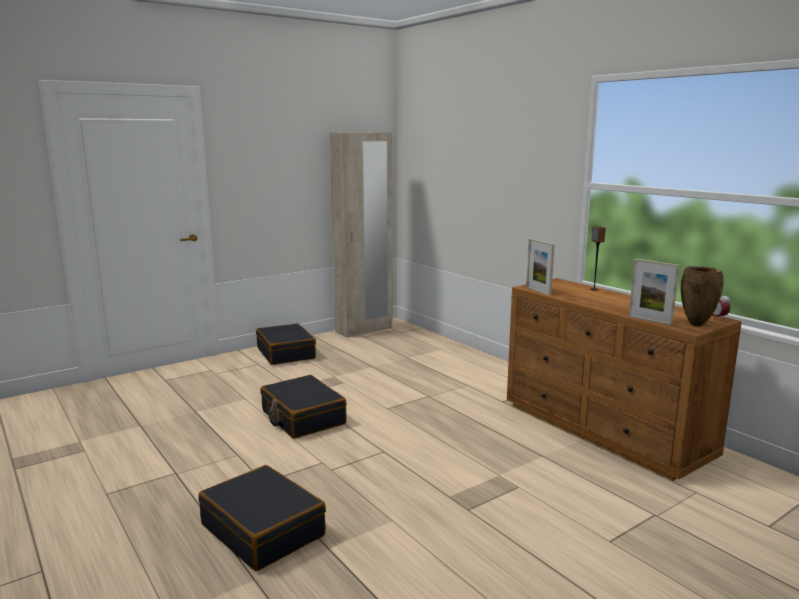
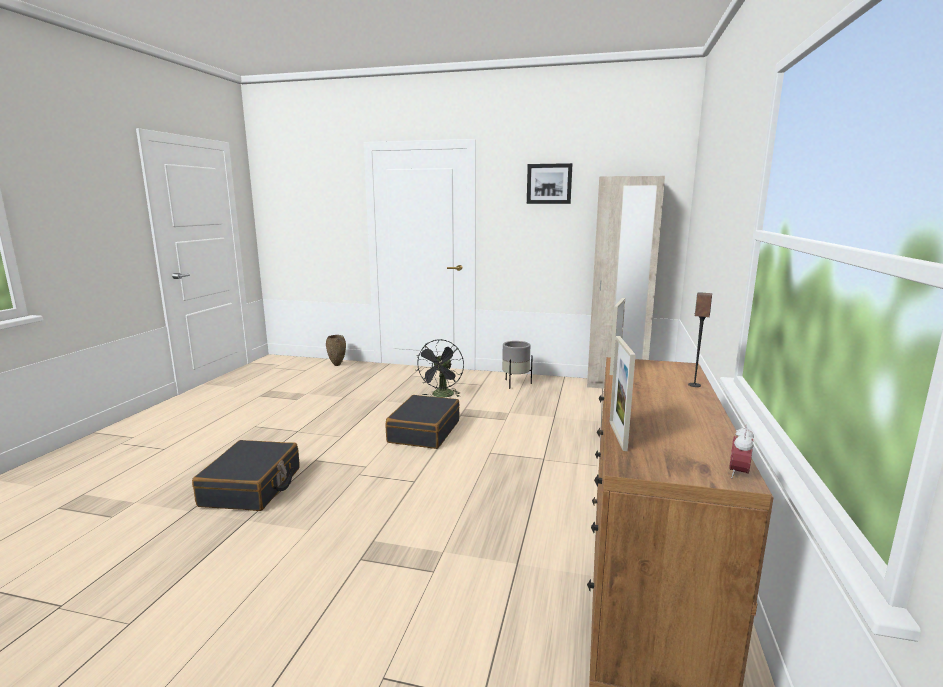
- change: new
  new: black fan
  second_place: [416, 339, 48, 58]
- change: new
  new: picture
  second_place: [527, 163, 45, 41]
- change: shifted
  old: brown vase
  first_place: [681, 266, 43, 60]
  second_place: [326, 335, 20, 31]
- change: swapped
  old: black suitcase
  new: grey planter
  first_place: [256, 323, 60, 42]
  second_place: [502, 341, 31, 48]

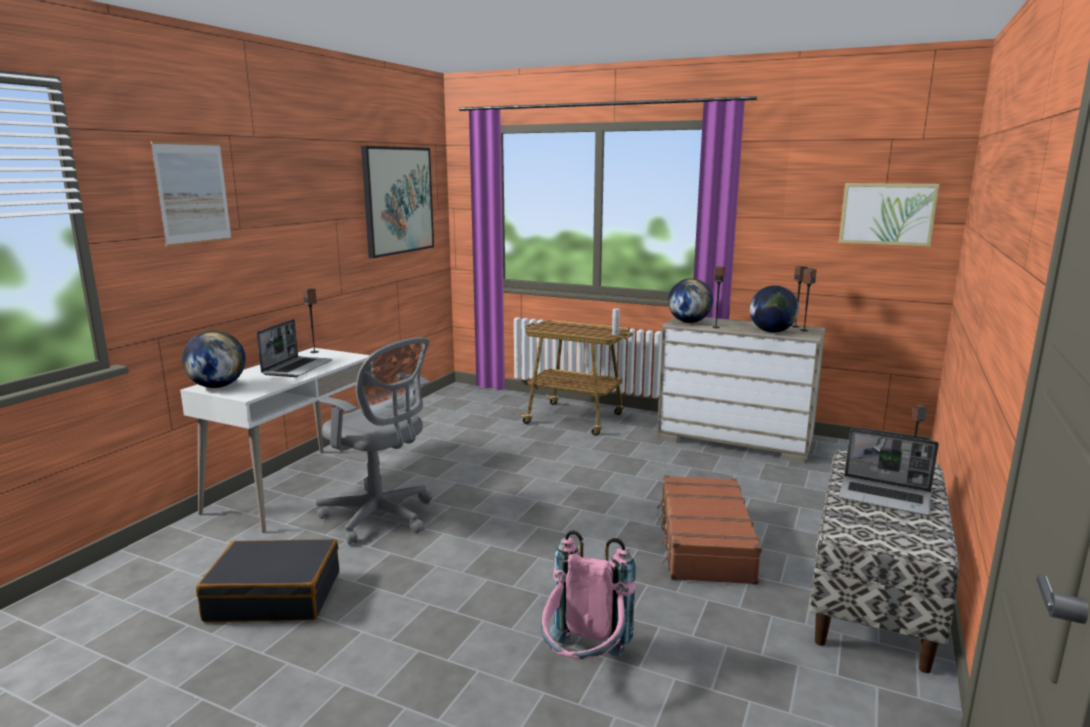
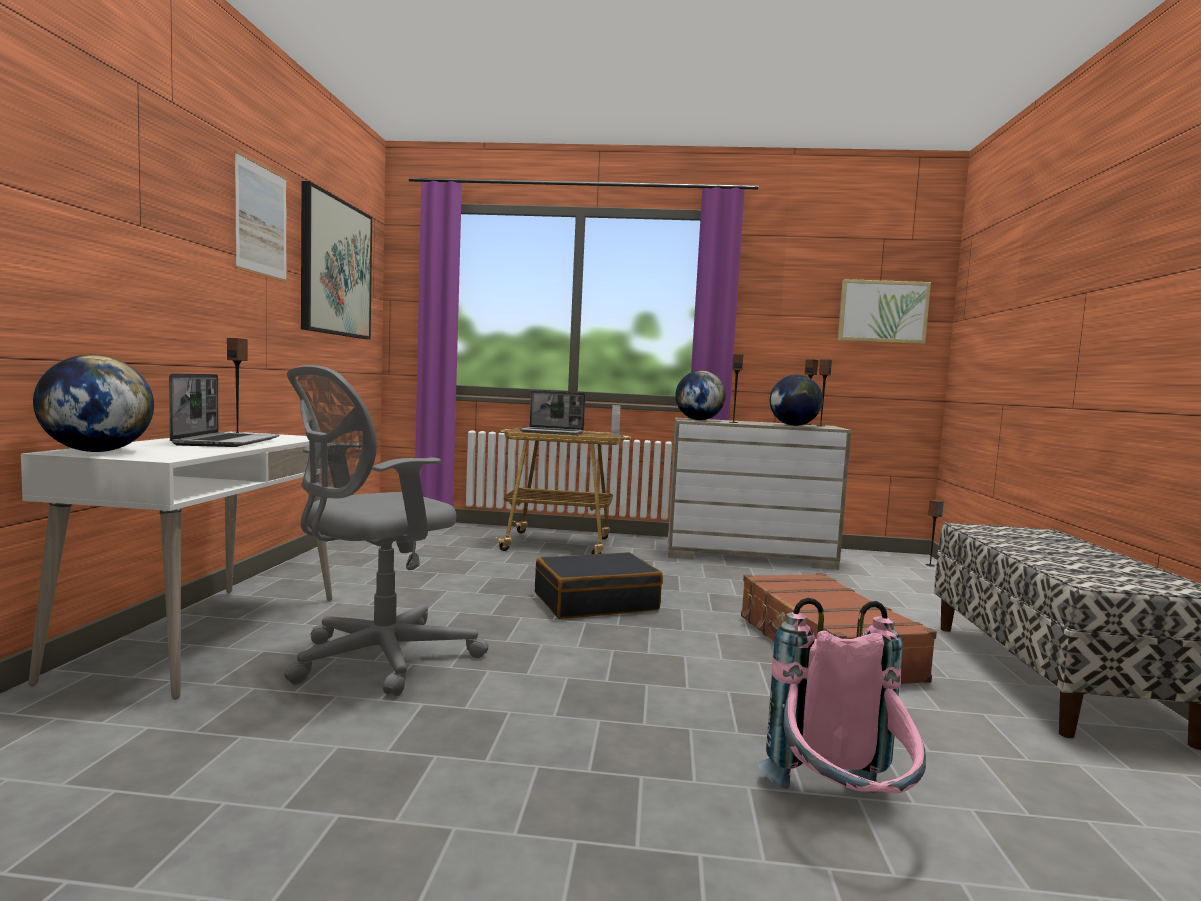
- change: shifted
  old: picture
  first_place: [151, 141, 81, 106]
  second_place: [234, 150, 53, 132]
- change: shifted
  old: black suitcase
  first_place: [196, 539, 143, 83]
  second_place: [535, 552, 128, 67]
- change: shifted
  old: laptop
  first_place: [838, 429, 101, 87]
  second_place: [520, 390, 66, 45]
- change: rotated
  old: grey office chair
  first_place: [316, 337, 117, 208]
  second_place: [284, 365, 205, 331]
  degrees: 120

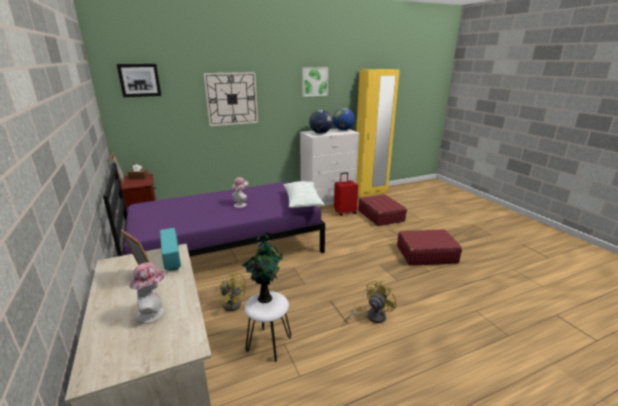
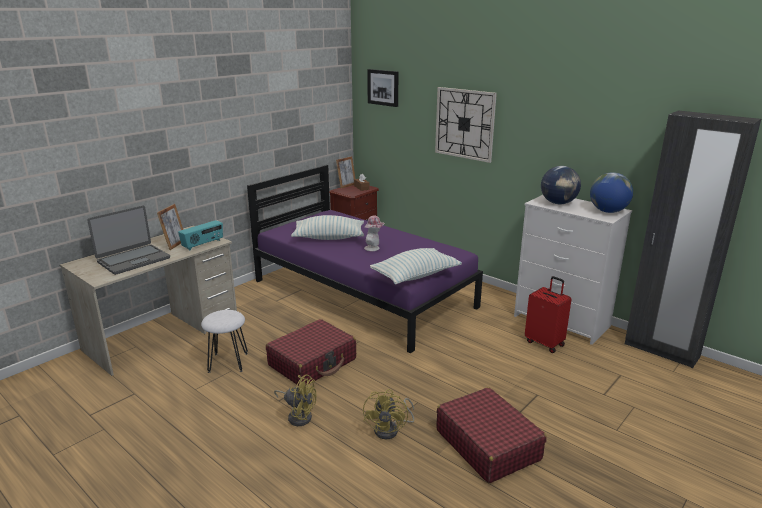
- change: gone
  old: potted plant
  first_place: [242, 232, 41, 71]
- change: gone
  old: picture
  first_place: [302, 67, 26, 30]
- change: new
  new: pillow
  second_place: [291, 215, 73, 25]
- change: shifted
  old: yellow fan
  first_place: [220, 273, 26, 38]
  second_place: [363, 389, 51, 50]
- change: shifted
  old: red suitcase
  first_place: [358, 194, 49, 32]
  second_place: [266, 319, 90, 67]
- change: swapped
  old: hat
  new: laptop
  first_place: [129, 262, 37, 62]
  second_place: [87, 206, 83, 69]
- change: repainted
  old: yellow wardrobe
  new: black wardrobe
  first_place: [356, 69, 44, 128]
  second_place: [625, 111, 136, 257]

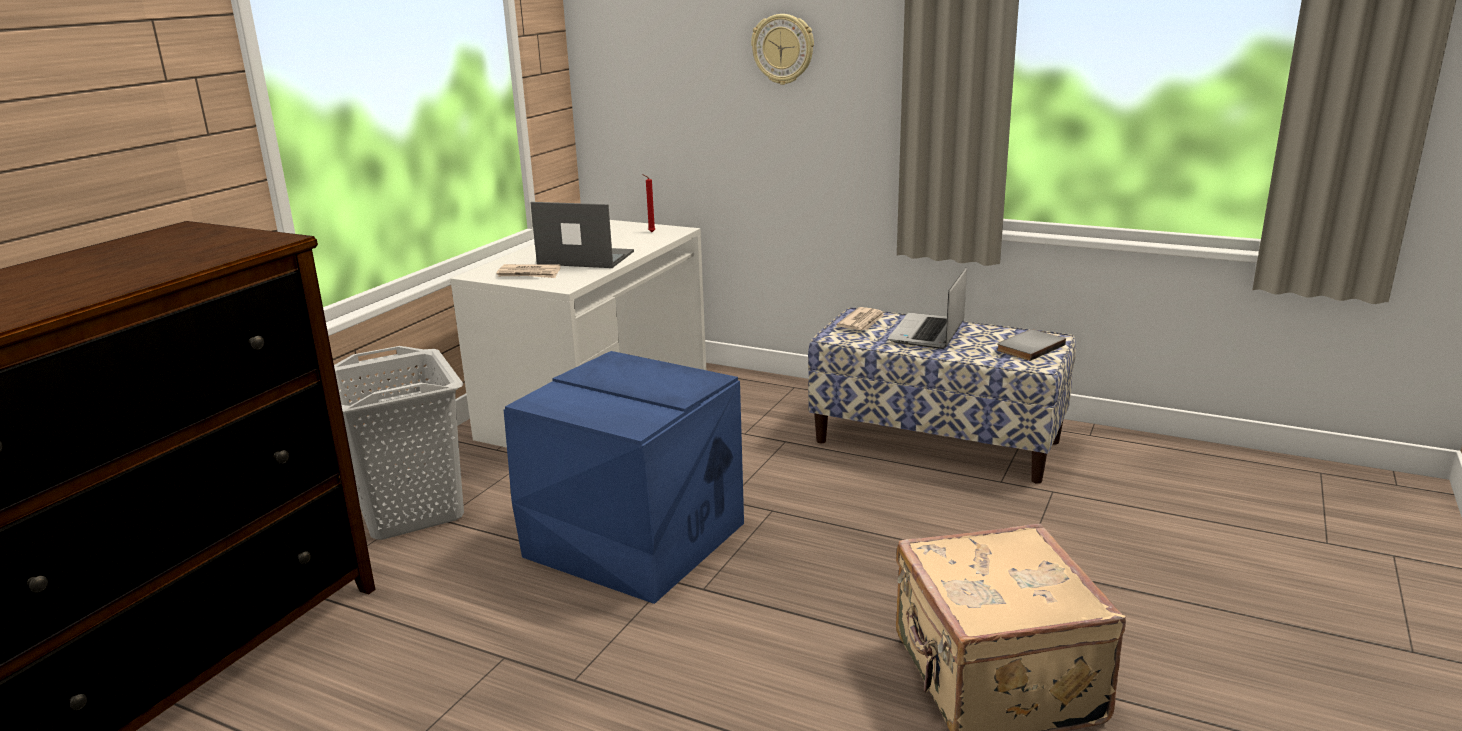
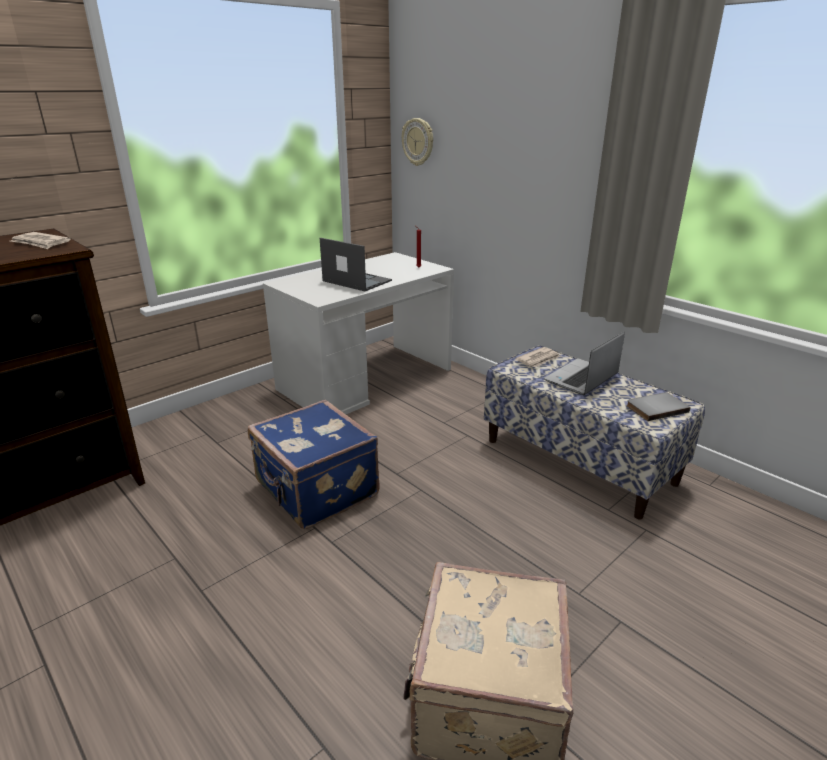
- change: gone
  old: grey laundry basket
  first_place: [334, 346, 130, 194]
- change: shifted
  old: newspaper
  first_place: [497, 264, 64, 14]
  second_place: [11, 232, 60, 17]
- change: shifted
  old: wall clock
  first_place: [751, 14, 63, 71]
  second_place: [402, 118, 31, 48]
- change: swapped
  old: blue storage box
  new: blue suitcase
  first_place: [504, 351, 240, 253]
  second_place: [248, 400, 132, 129]

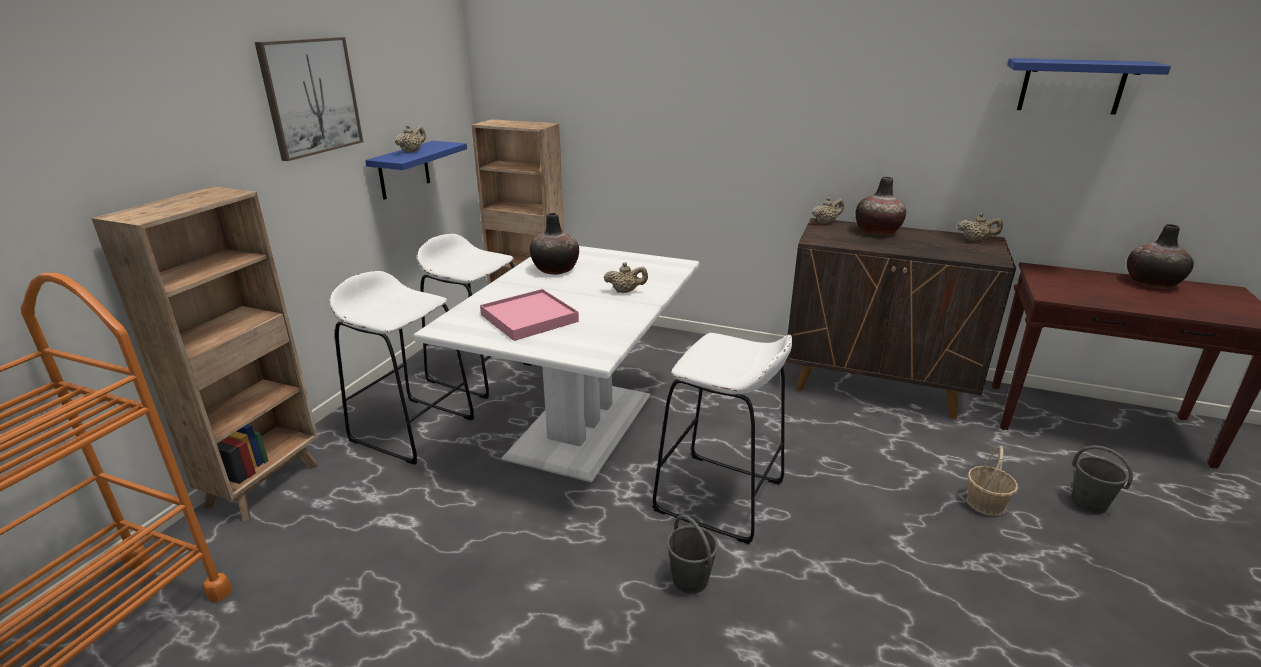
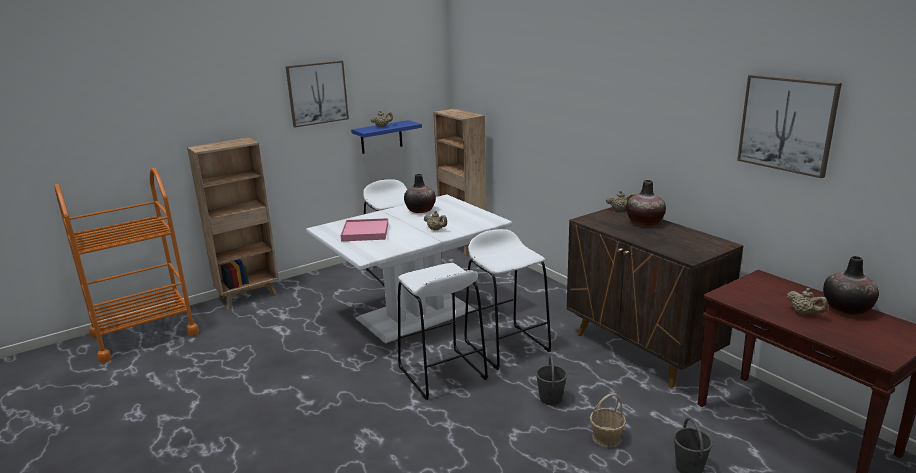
- change: shifted
  old: white stool
  first_place: [330, 271, 145, 194]
  second_place: [464, 229, 87, 141]
- change: shifted
  old: grey bucket
  first_place: [667, 514, 51, 80]
  second_place: [536, 355, 31, 50]
- change: shifted
  old: beige teapot
  first_place: [957, 213, 46, 29]
  second_place: [786, 288, 42, 27]
- change: swapped
  old: blue shelf
  new: picture
  first_place: [1007, 58, 164, 57]
  second_place: [737, 75, 105, 103]

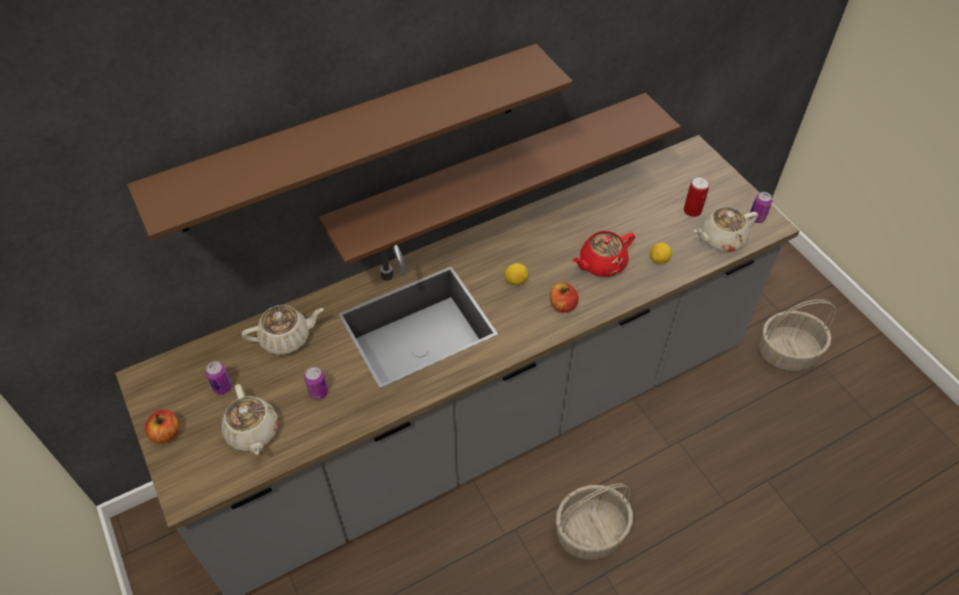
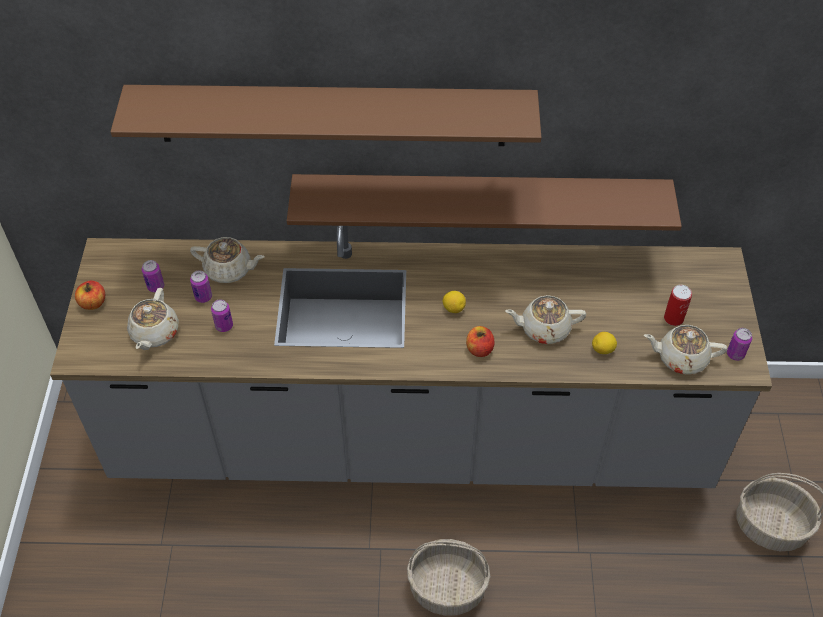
- change: new
  new: can
  second_place: [190, 270, 22, 33]
- change: repainted
  old: red teapot
  new: beige teapot
  first_place: [572, 231, 63, 46]
  second_place: [505, 295, 81, 49]

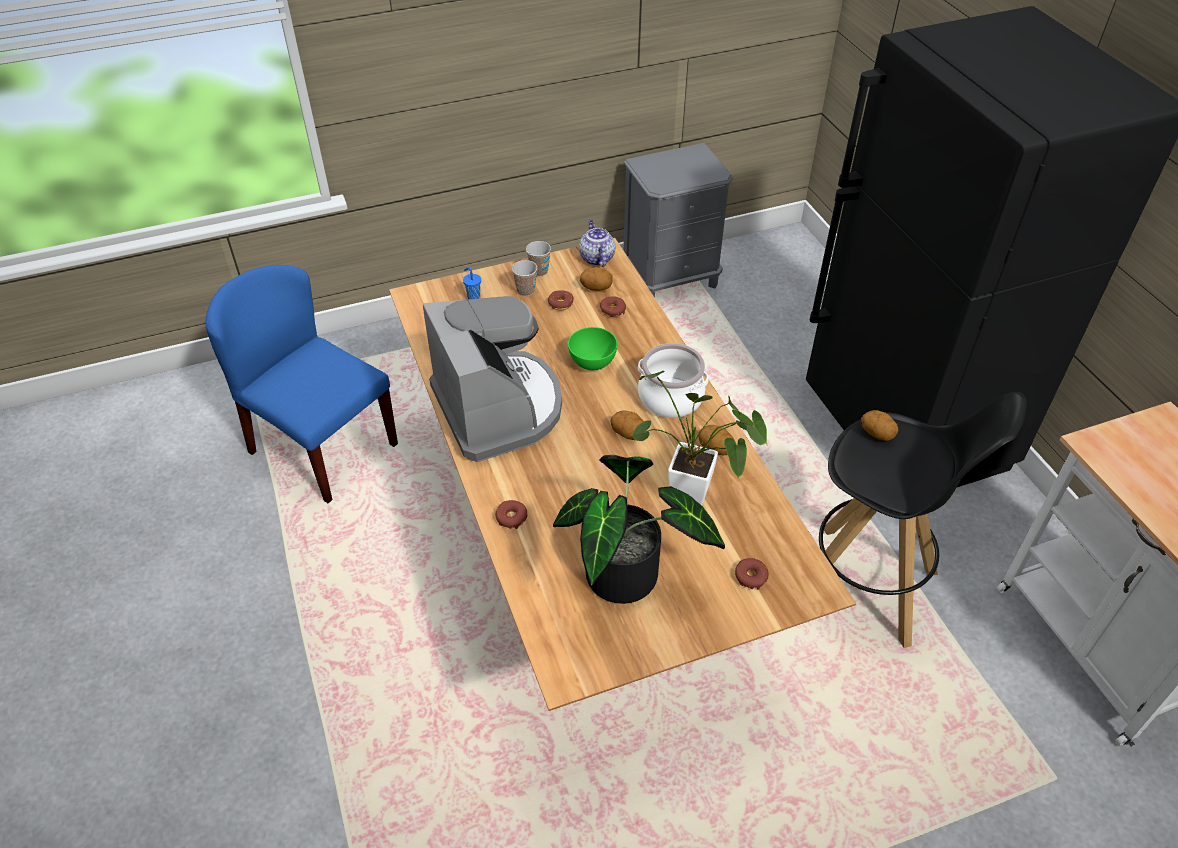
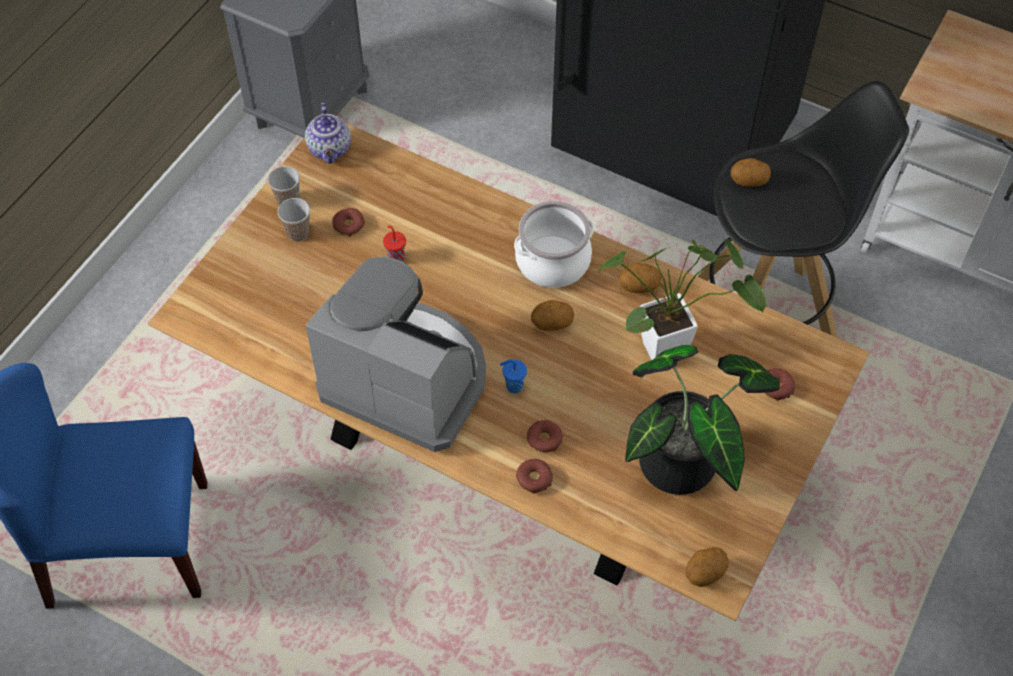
- change: gone
  old: green bowl
  first_place: [568, 327, 49, 43]
- change: new
  new: red cup
  second_place: [383, 225, 23, 37]
- change: shifted
  old: blue cup
  first_place: [463, 267, 18, 32]
  second_place: [500, 359, 27, 35]
- change: shifted
  old: potato
  first_place: [580, 267, 33, 24]
  second_place: [686, 547, 43, 40]
- change: shifted
  old: donut
  first_place: [600, 296, 26, 21]
  second_place: [527, 420, 36, 33]
- change: rotated
  old: teapot
  first_place: [579, 220, 37, 47]
  second_place: [305, 103, 46, 61]
  degrees: -135

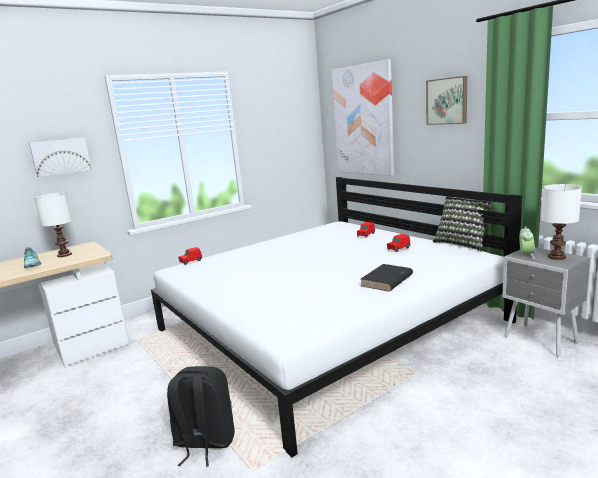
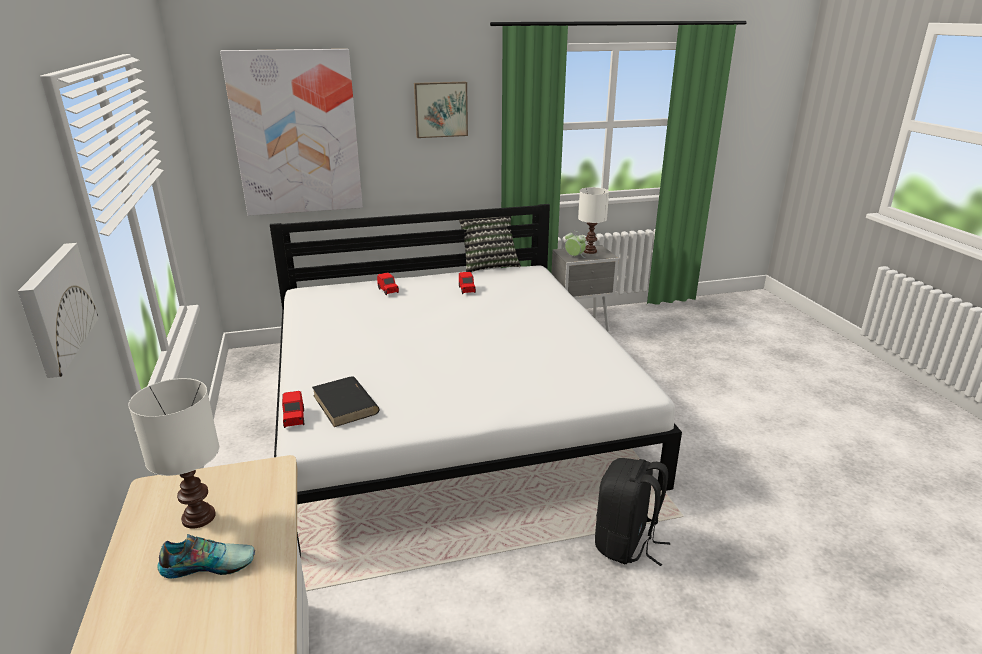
- change: shifted
  old: black book
  first_place: [361, 264, 52, 27]
  second_place: [312, 376, 67, 51]

